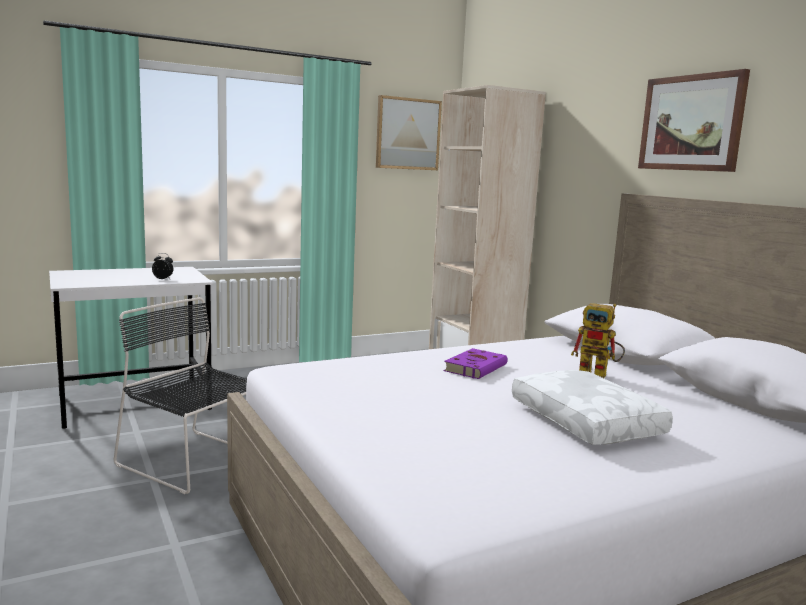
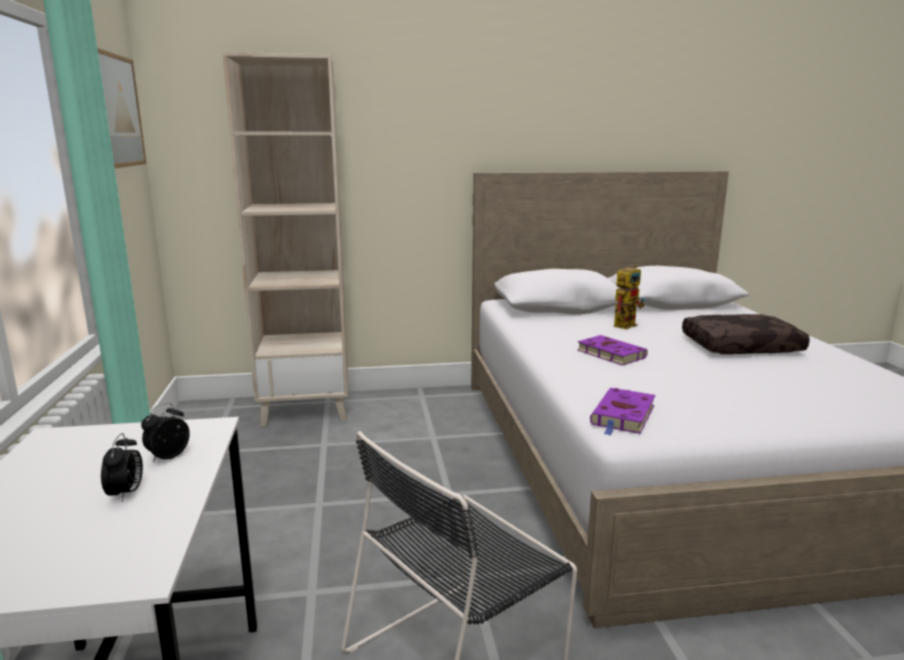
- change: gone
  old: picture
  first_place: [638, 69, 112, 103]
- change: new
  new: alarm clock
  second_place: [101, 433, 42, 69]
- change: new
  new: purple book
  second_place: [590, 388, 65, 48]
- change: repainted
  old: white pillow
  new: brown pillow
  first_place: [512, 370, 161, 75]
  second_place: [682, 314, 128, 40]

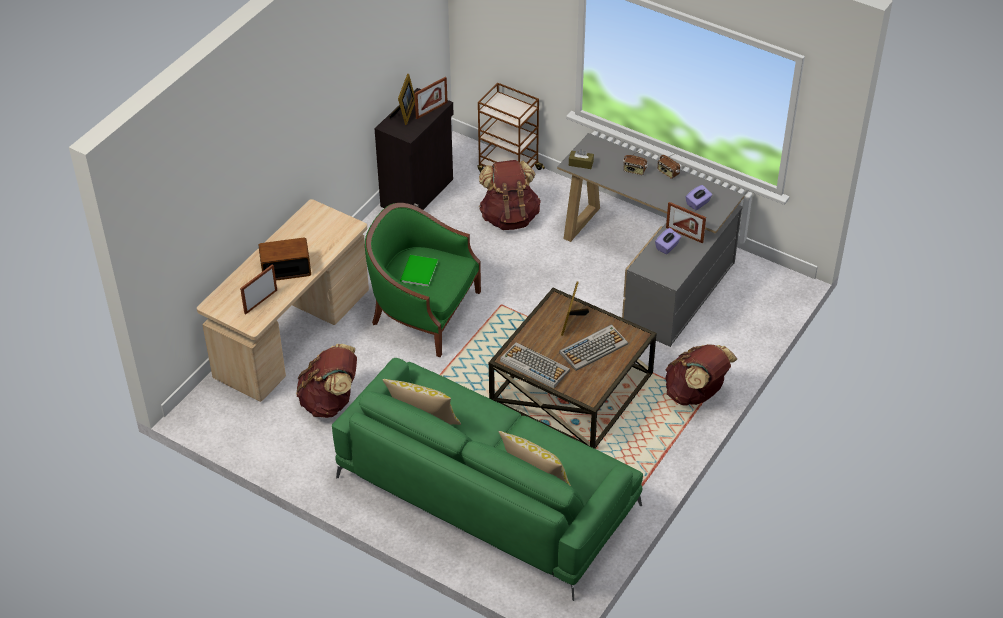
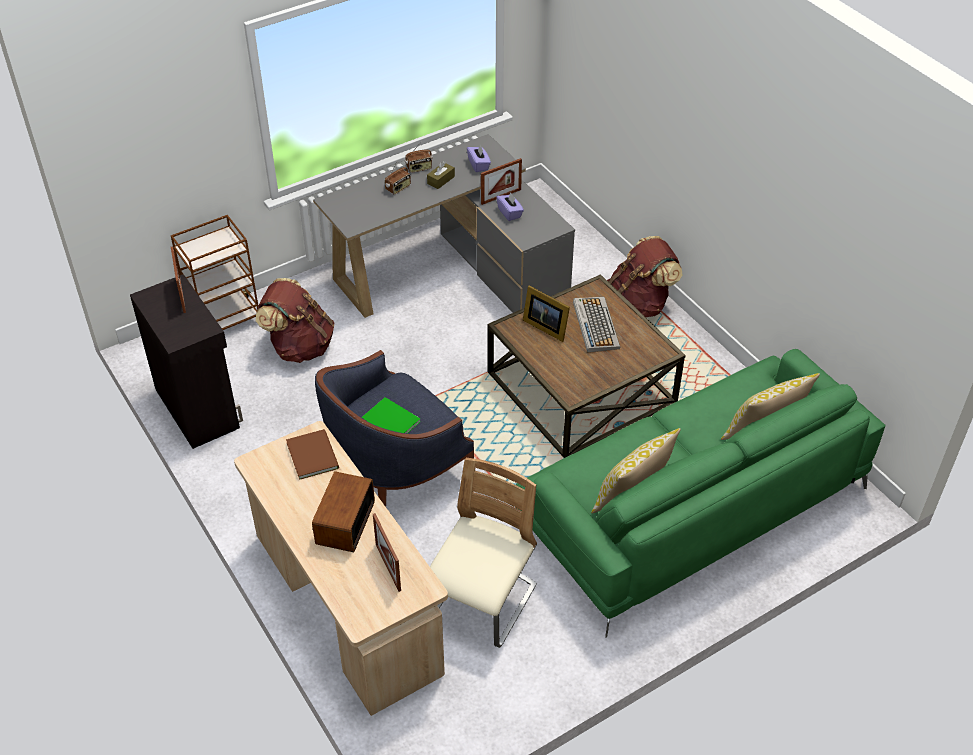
- change: gone
  old: picture frame
  first_place: [389, 74, 26, 51]
- change: gone
  old: keyboard
  first_place: [500, 342, 70, 46]
- change: new
  new: brown book
  second_place: [286, 429, 53, 51]
- change: shifted
  old: brown tissue box
  first_place: [569, 149, 25, 20]
  second_place: [427, 161, 28, 28]
- change: swapped
  old: brown backpack
  new: beige chair
  first_place: [296, 344, 61, 74]
  second_place: [430, 458, 107, 190]
- change: repainted
  old: green armchair
  new: blue armchair
  first_place: [365, 203, 116, 154]
  second_place: [315, 350, 159, 157]

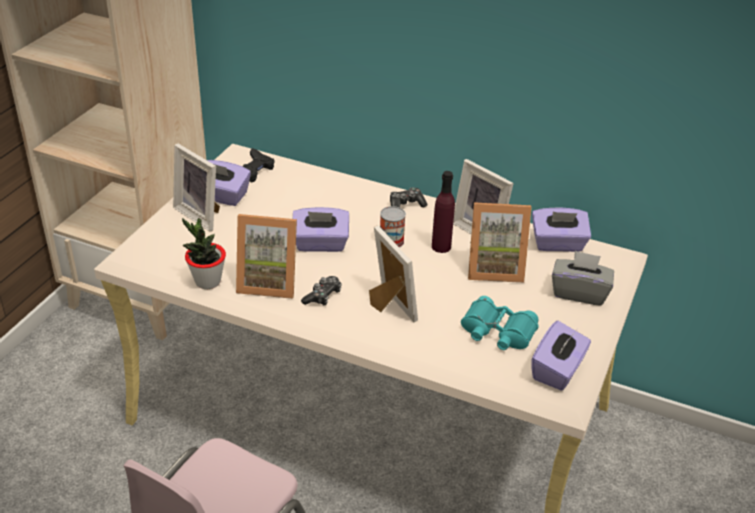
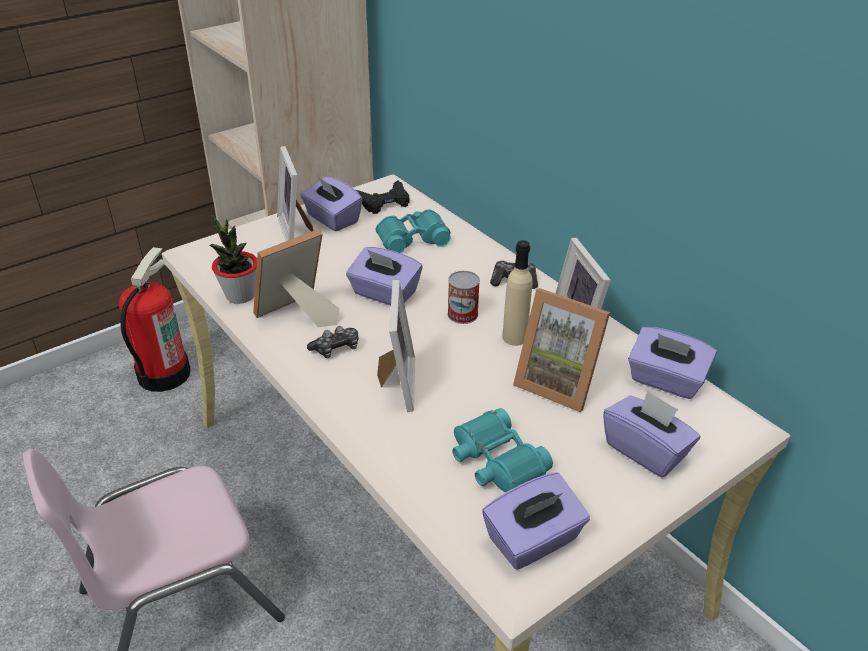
- change: new
  new: fire extinguisher
  second_place: [119, 247, 72, 145]
- change: new
  new: turquoise binoculars
  second_place: [375, 210, 76, 43]
- change: repainted
  old: purple bottle
  new: beige bottle
  first_place: [432, 171, 23, 82]
  second_place: [503, 240, 29, 106]
- change: repainted
  old: grey tissue box
  new: purple tissue box
  first_place: [552, 250, 62, 56]
  second_place: [603, 390, 97, 87]
- change: rotated
  old: picture frame
  first_place: [236, 214, 61, 85]
  second_place: [253, 229, 86, 98]
  degrees: 105

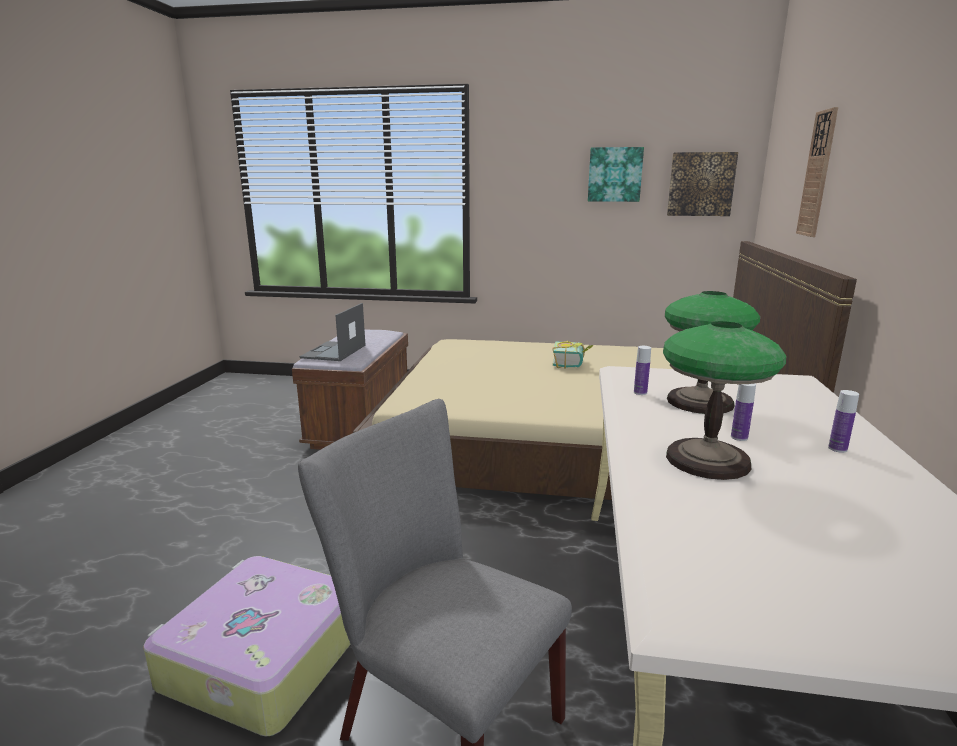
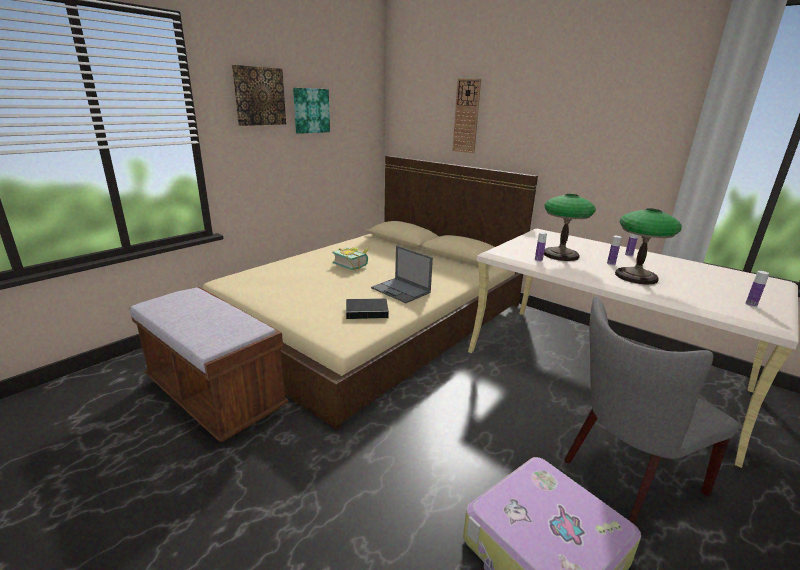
- change: new
  new: book
  second_place: [346, 298, 49, 21]
- change: new
  new: bottle
  second_place: [745, 271, 24, 36]
- change: shifted
  old: laptop
  first_place: [300, 303, 65, 58]
  second_place: [371, 246, 62, 57]
- change: shifted
  old: picture
  first_place: [667, 152, 71, 64]
  second_place: [232, 65, 54, 61]

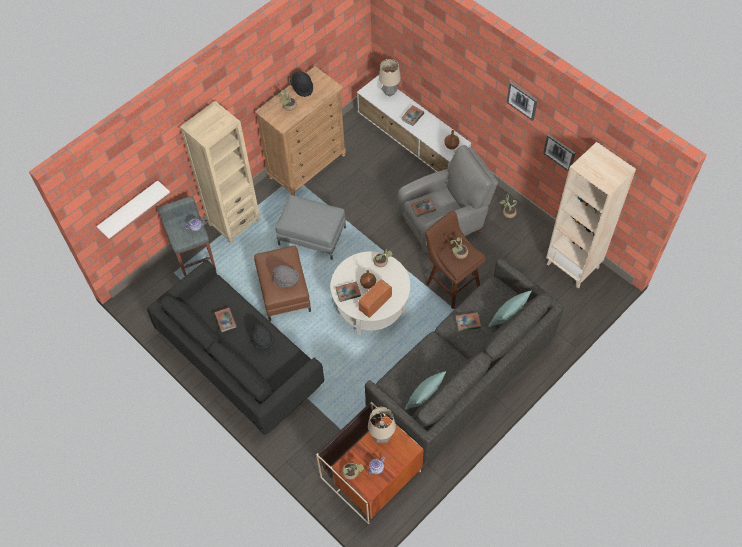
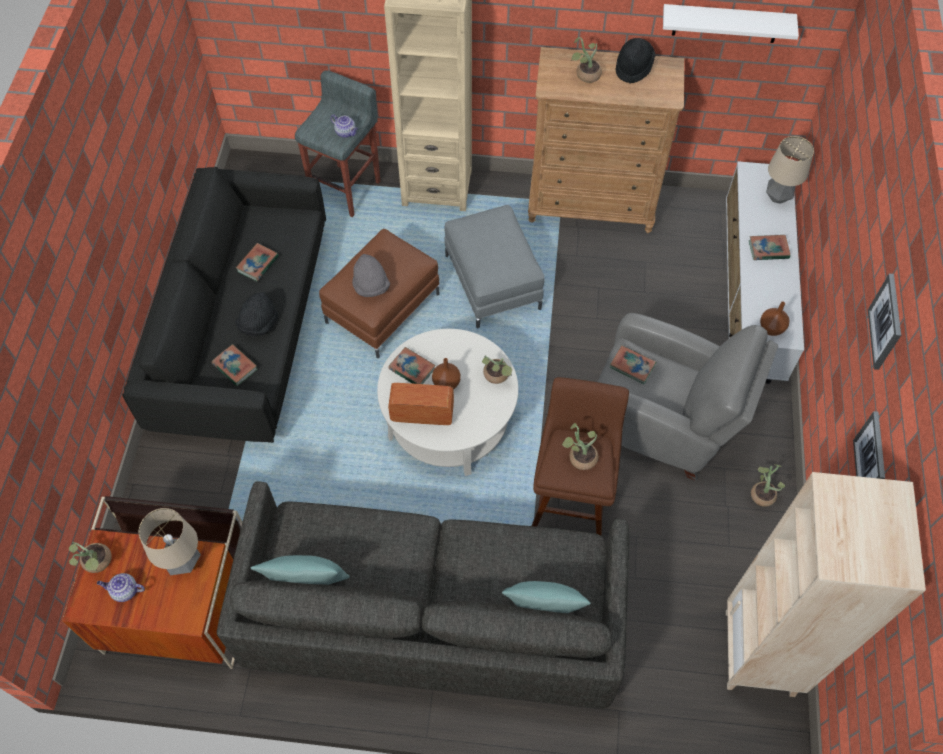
- change: shifted
  old: white shelf
  first_place: [97, 180, 73, 59]
  second_place: [663, 4, 136, 39]
- change: shifted
  old: book
  first_place: [455, 312, 26, 19]
  second_place: [212, 344, 45, 42]

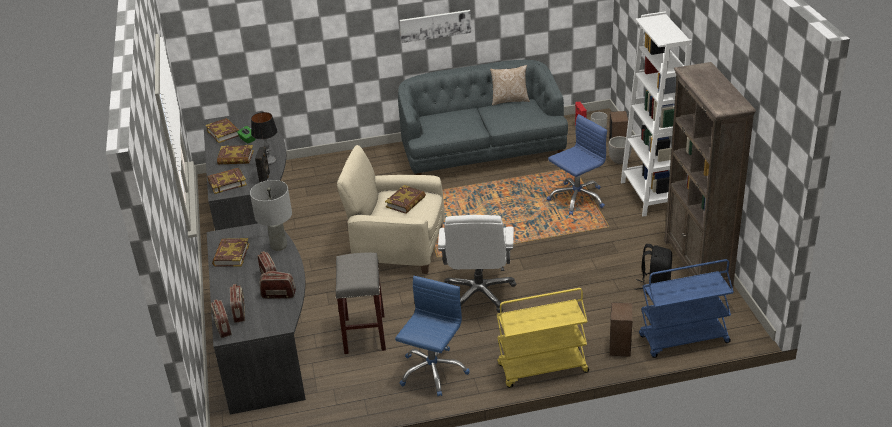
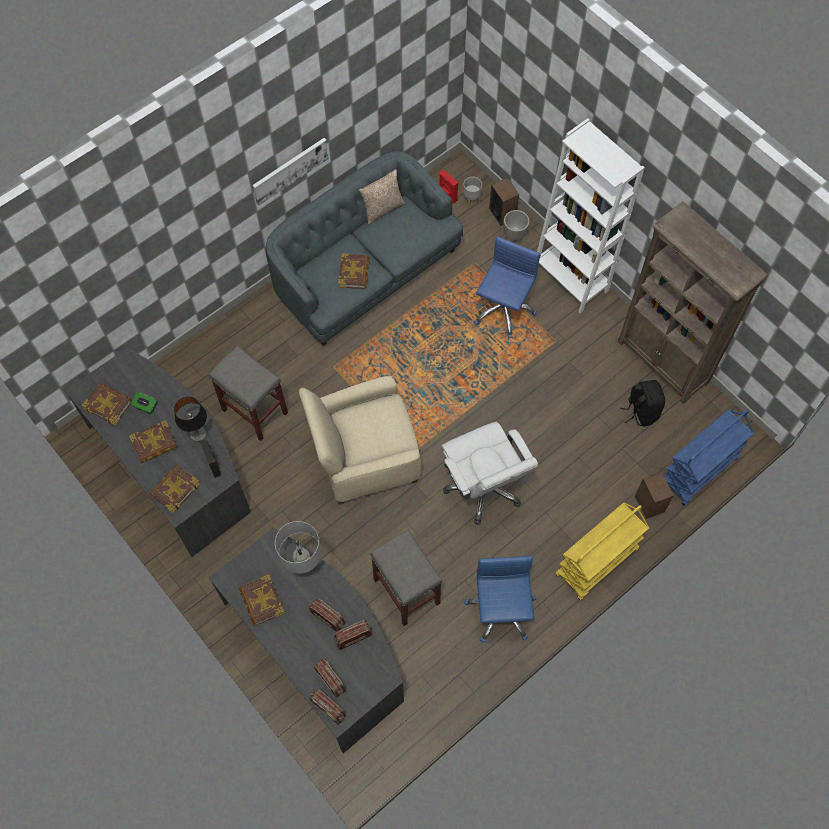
- change: new
  new: grey stool
  second_place: [209, 346, 79, 95]
- change: shifted
  old: book
  first_place: [385, 185, 41, 29]
  second_place: [338, 253, 32, 36]

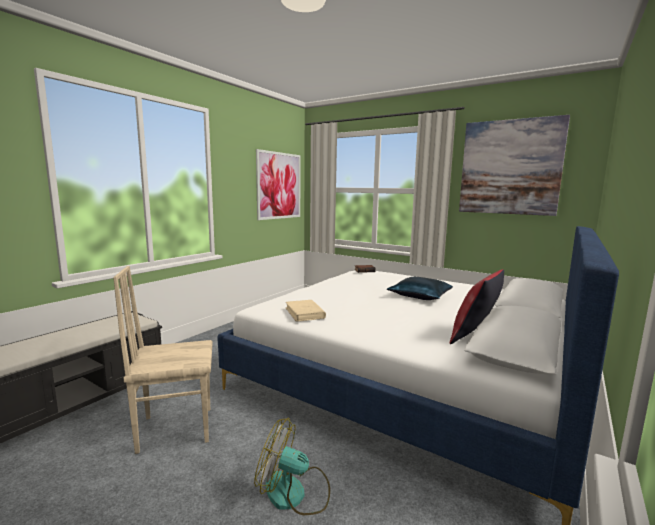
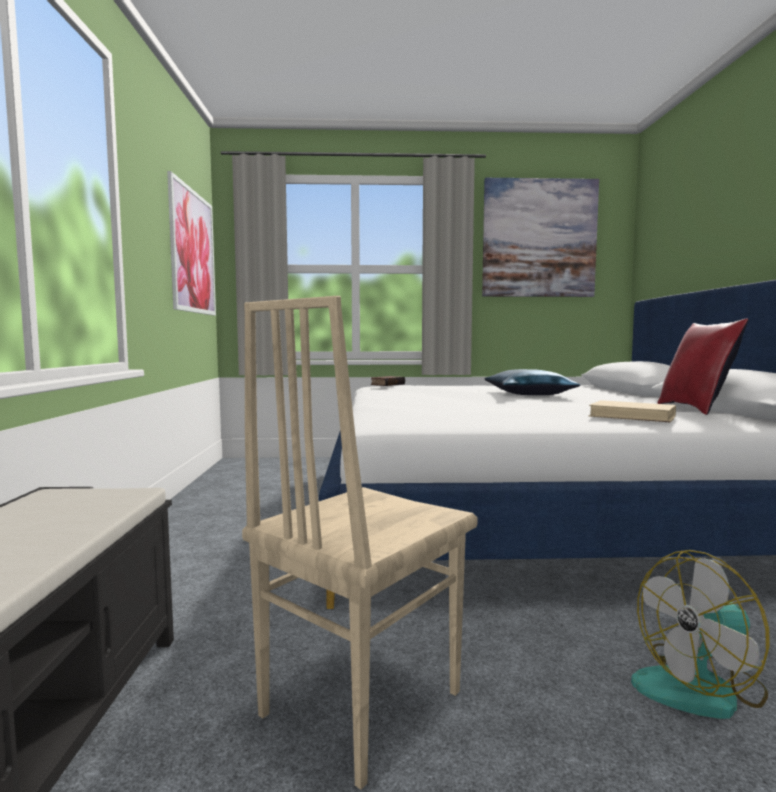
- change: shifted
  old: beige book
  first_place: [286, 300, 40, 22]
  second_place: [589, 400, 87, 22]

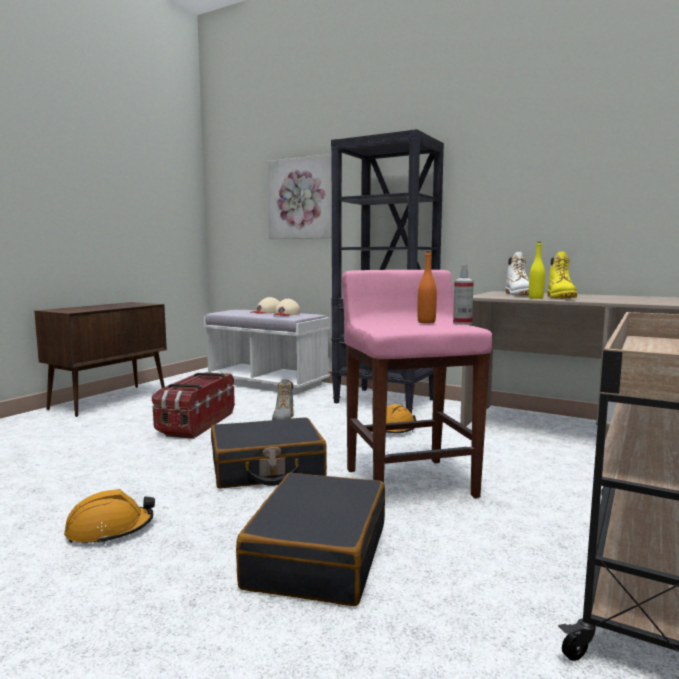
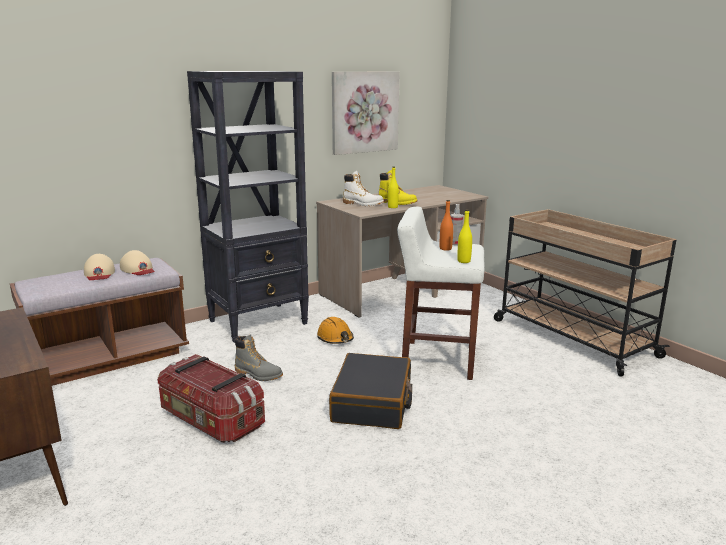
- change: gone
  old: orange hard hat
  first_place: [64, 489, 91, 56]
- change: gone
  old: black suitcase
  first_place: [236, 473, 149, 133]
- change: new
  new: yellow bottle
  second_place: [457, 209, 15, 54]
- change: shifted
  old: picture
  first_place: [268, 154, 64, 85]
  second_place: [332, 72, 68, 83]
- change: repainted
  old: white bench
  new: brown bench
  first_place: [204, 310, 126, 85]
  second_place: [10, 258, 179, 128]
- change: repainted
  old: pink stool
  new: white stool
  first_place: [342, 270, 150, 228]
  second_place: [397, 207, 87, 173]

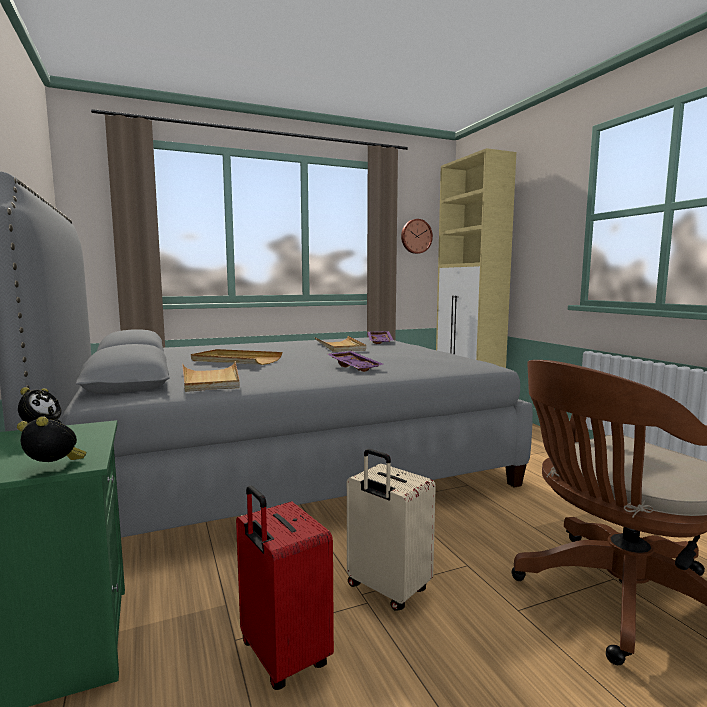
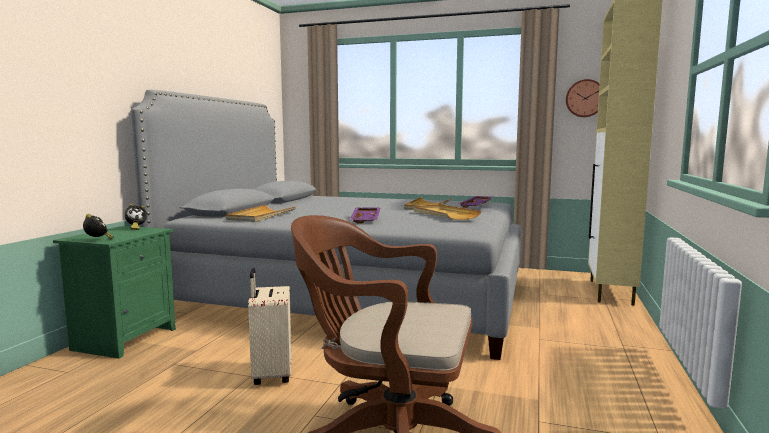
- change: gone
  old: red suitcase
  first_place: [236, 485, 98, 205]
- change: shifted
  old: beige tray
  first_place: [191, 349, 91, 16]
  second_place: [413, 204, 69, 16]

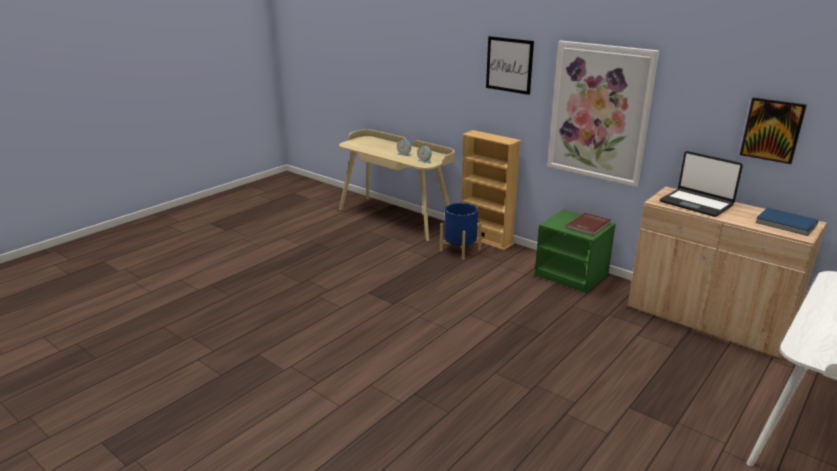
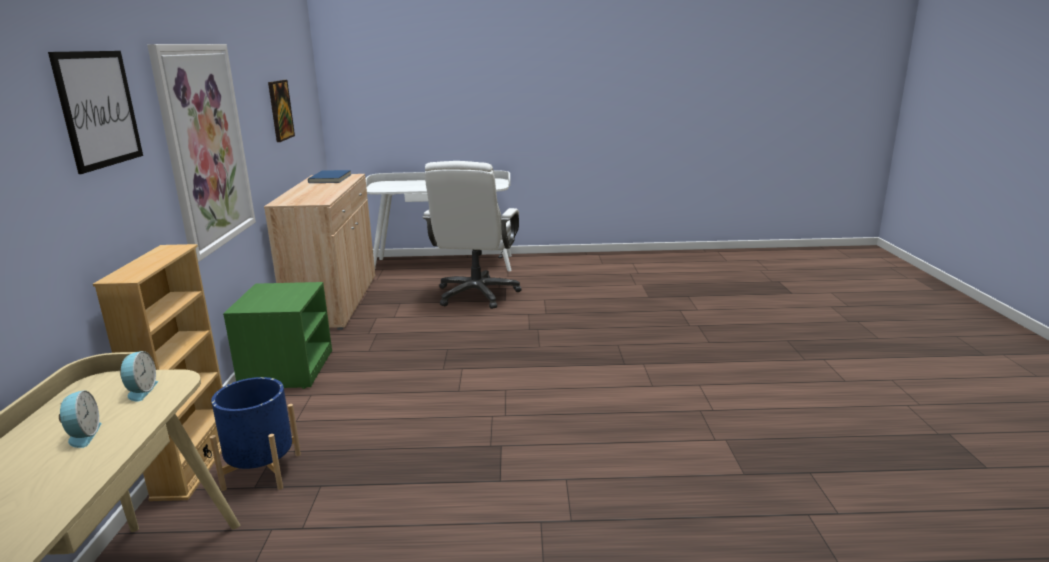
- change: gone
  old: red book
  first_place: [566, 213, 45, 23]
- change: gone
  old: laptop
  first_place: [660, 151, 83, 66]
- change: new
  new: white office chair
  second_place: [422, 161, 100, 148]

